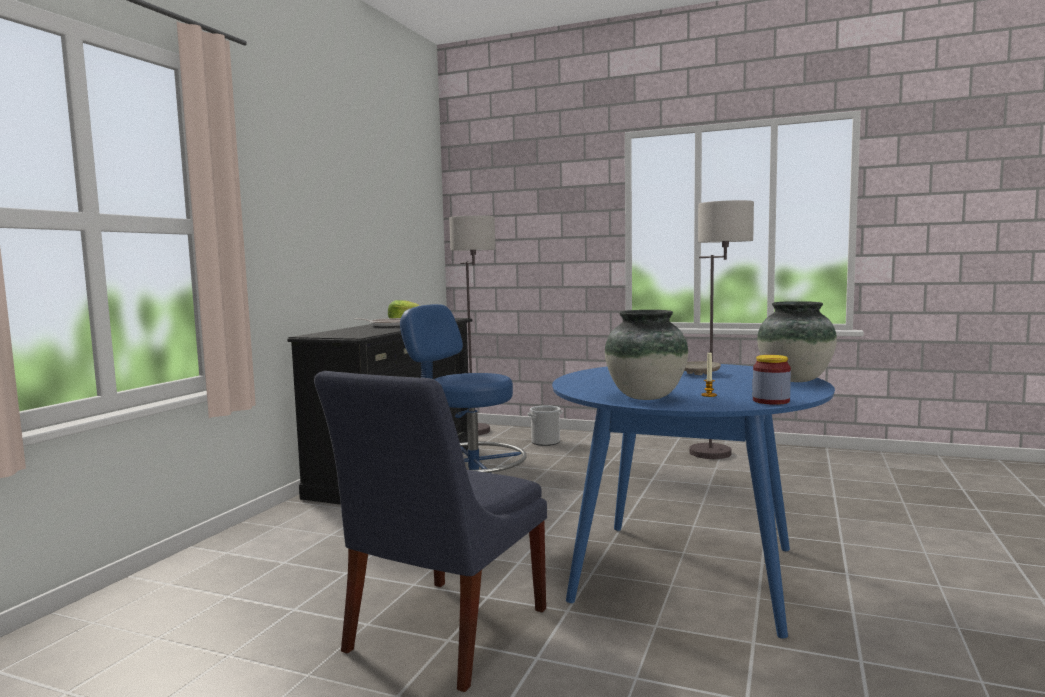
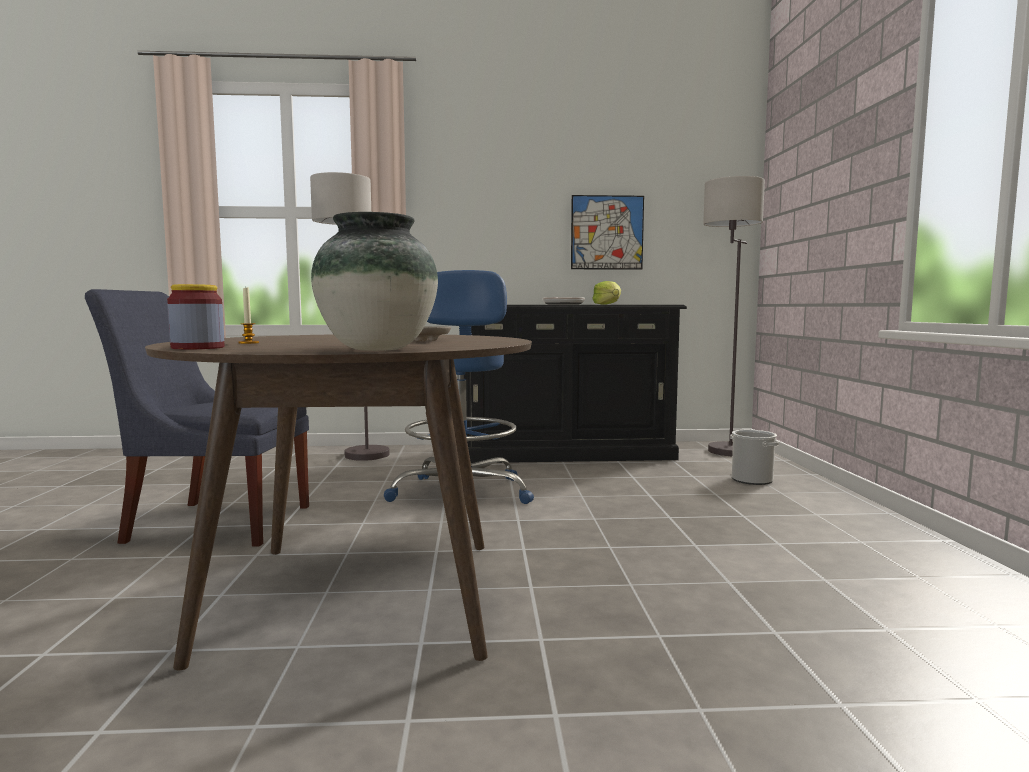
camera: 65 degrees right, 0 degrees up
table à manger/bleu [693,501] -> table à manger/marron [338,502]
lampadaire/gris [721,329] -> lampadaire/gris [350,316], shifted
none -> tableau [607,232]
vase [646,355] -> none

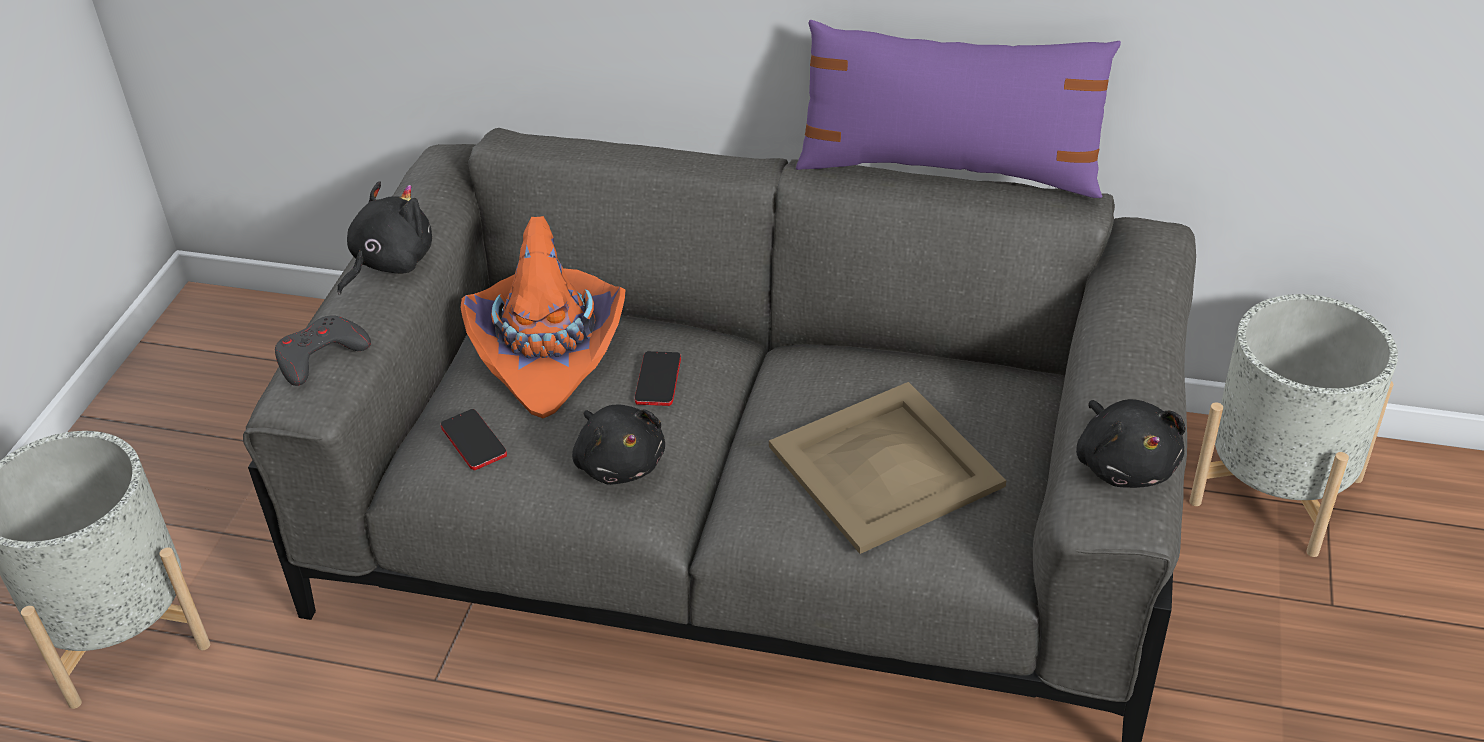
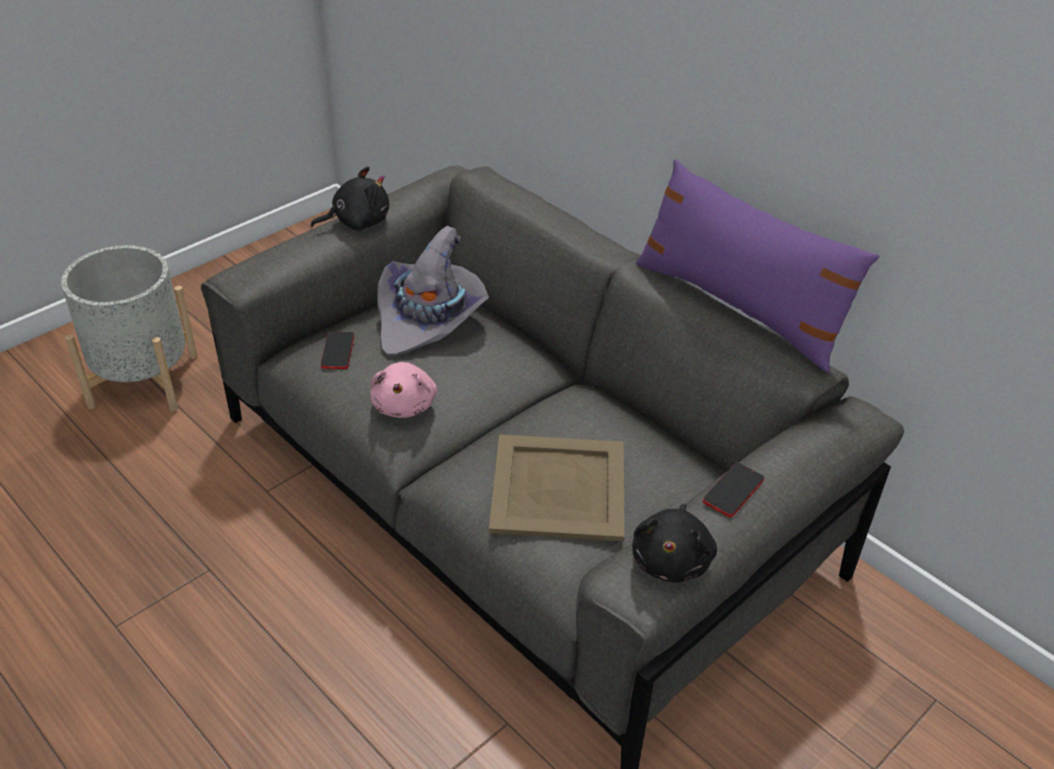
camera: 30 degrees right, 0 degrees up
peluche/noir [618,445] -> peluche/rose [403,390]
chapeau/orange [543,317] -> chapeau/gris [433,291]
téléphone [658,378] -> téléphone [733,490], shifted
manette/gris [323,351] -> none
cache-pot/gris [1293,425] -> none

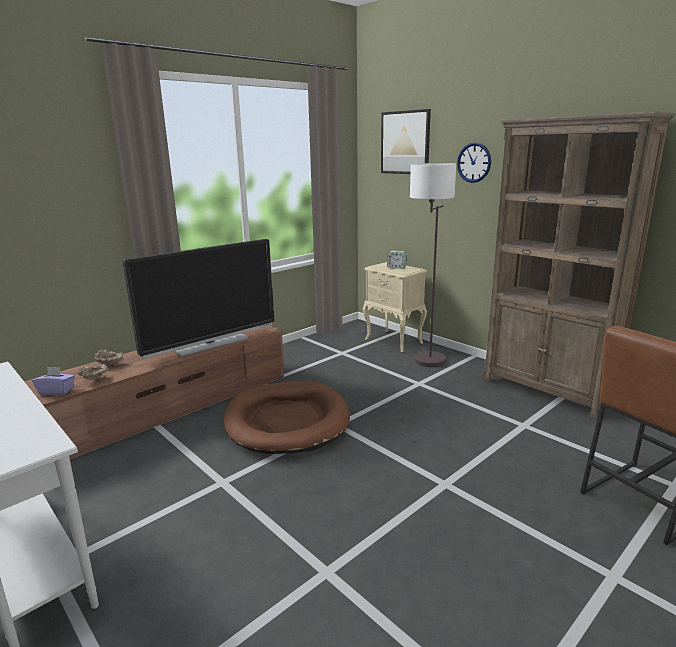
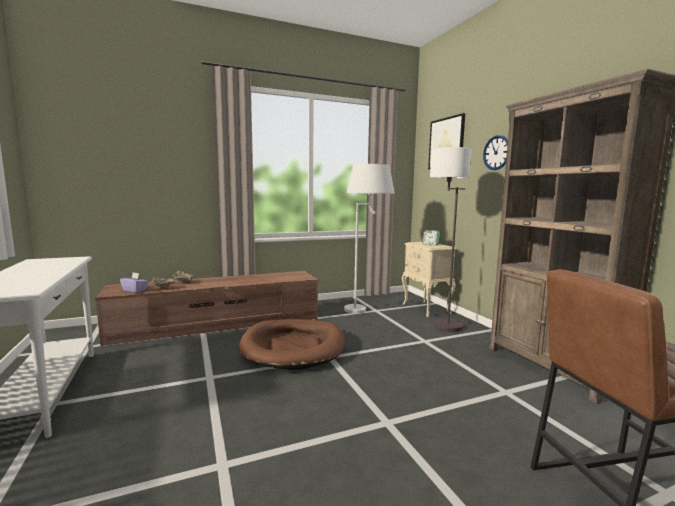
camera: 20 degrees right, 10 degrees down
none -> lampadaire/blanc [369,239]
téléviseur [198,299] -> none

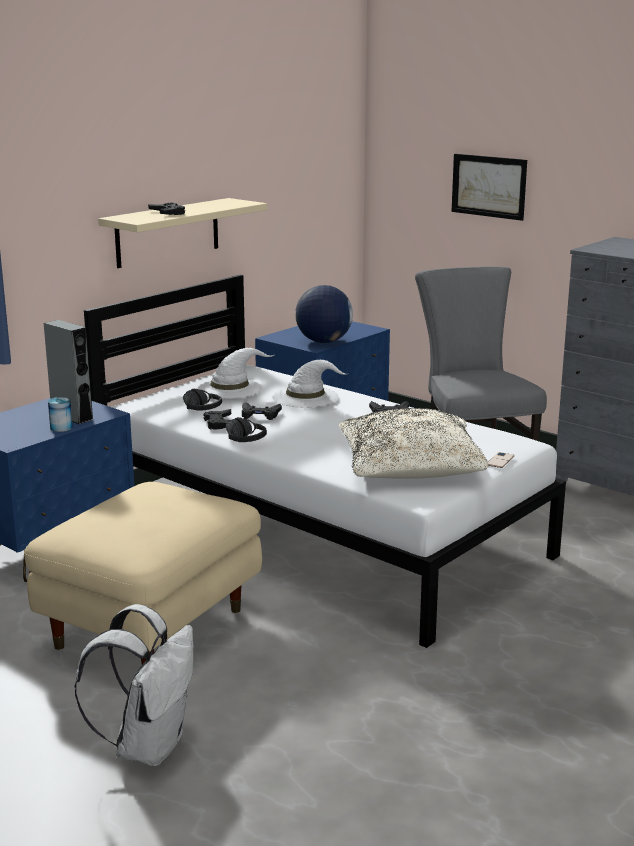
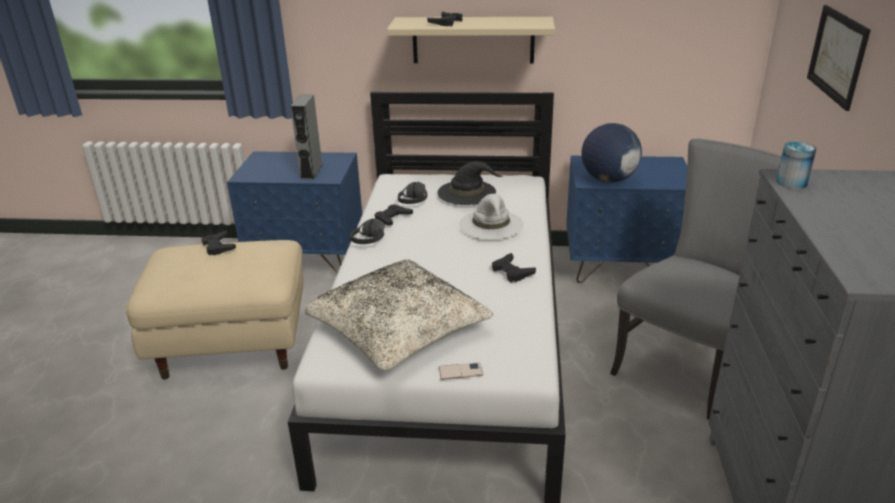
camera: 55 degrees right, 10 degrees up
manette/noir [262,411] -> manette/noir [219,243], shifted
chapeau/blanc [235,373] -> chapeau/noir [470,183]
boîte métallique [60,414] -> boîte métallique [796,165], shifted
sac à dos/blanc [134,685] -> none

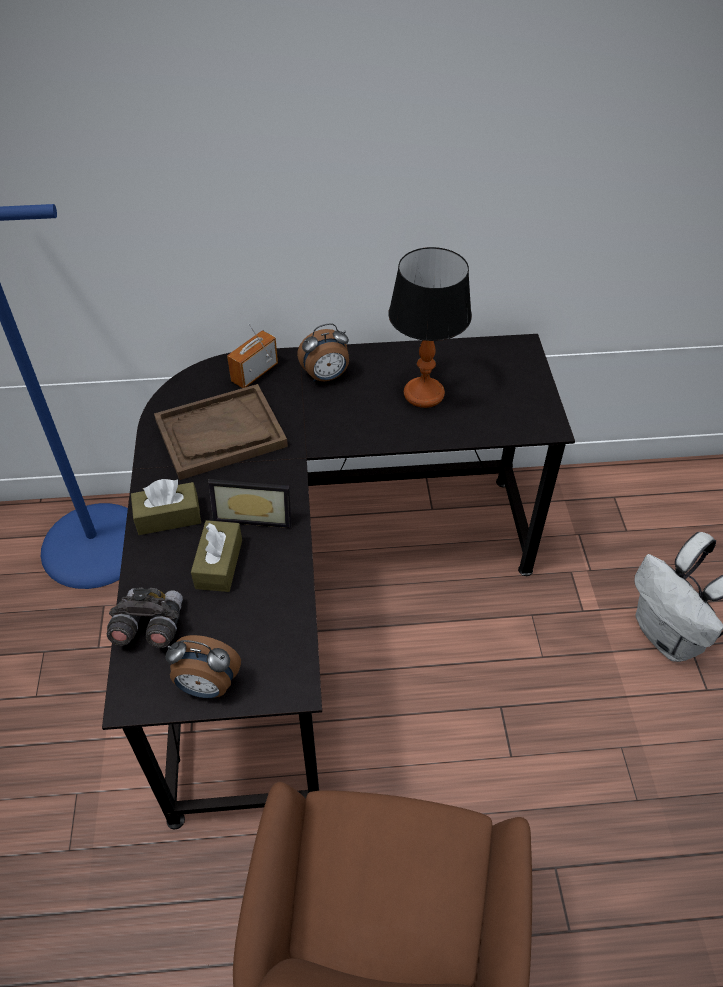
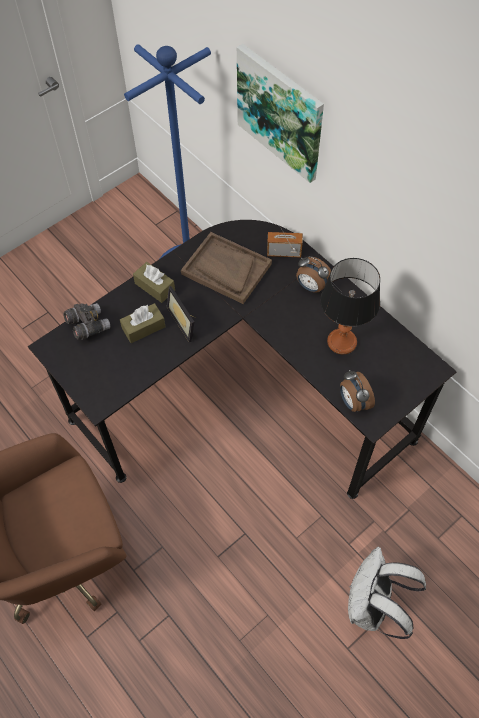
camera: 55 degrees right, 10 degrees up
none -> tableau [280,113]
réveil [203,666] -> réveil [357,391], shifted

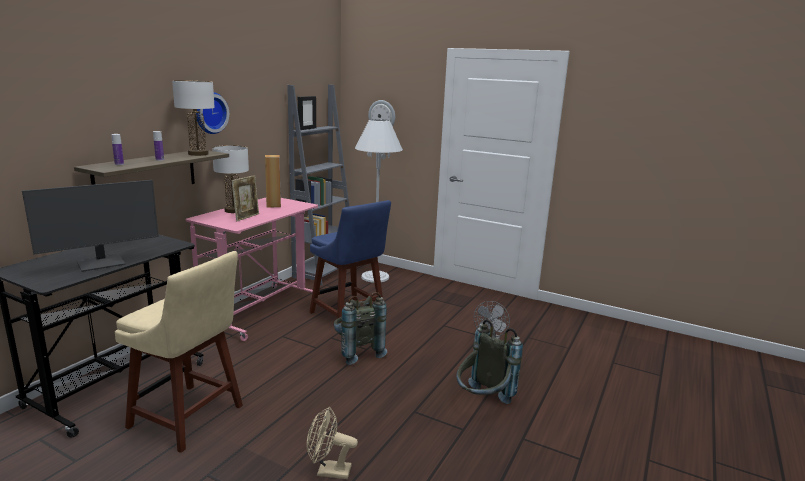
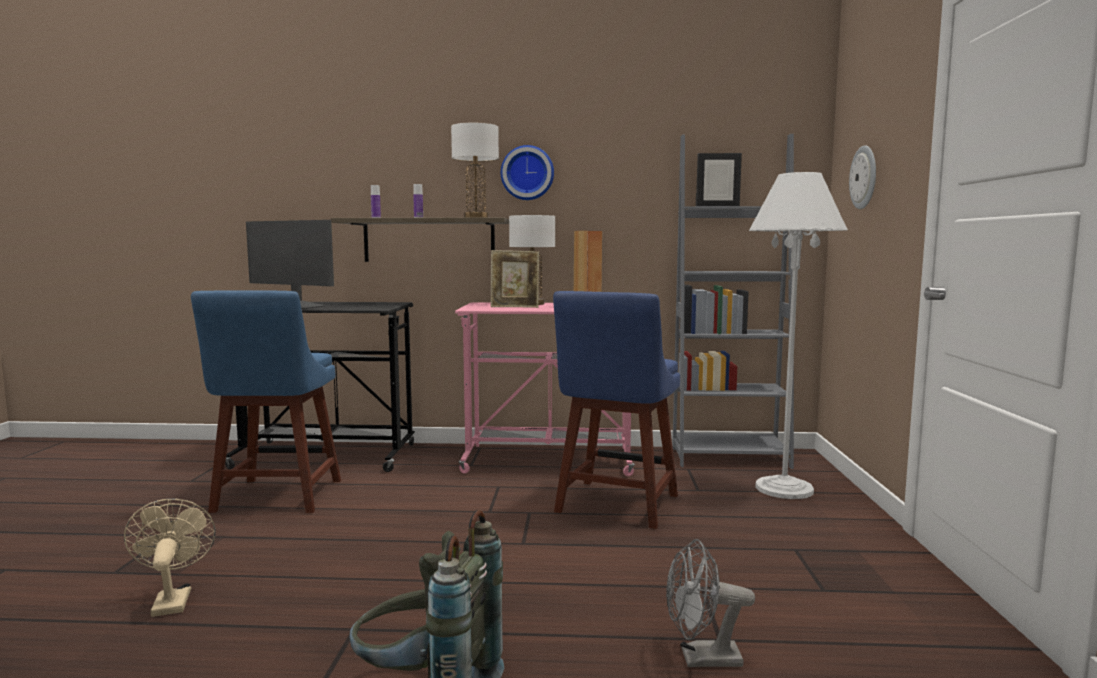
camera: 65 degrees right, 10 degrees down
chaise/beige [179,352] -> chaise/bleu [266,402]
sac à dos/gris [360,328] -> none

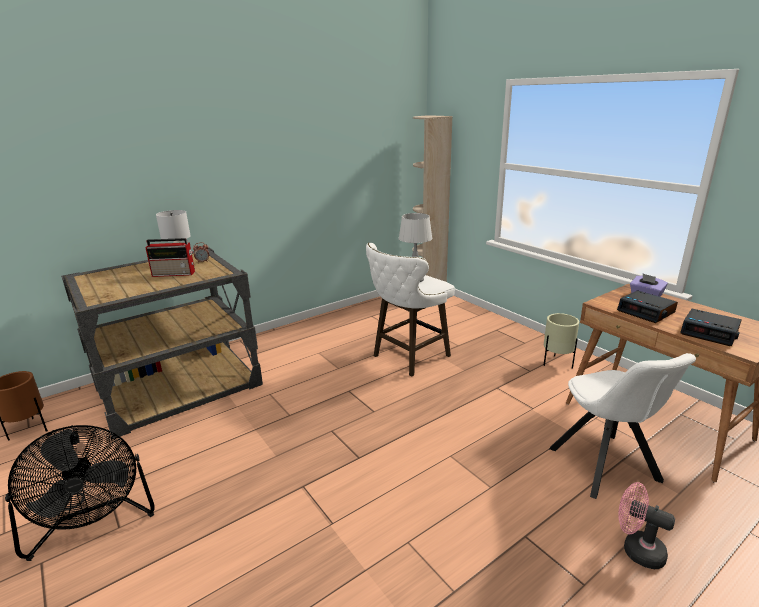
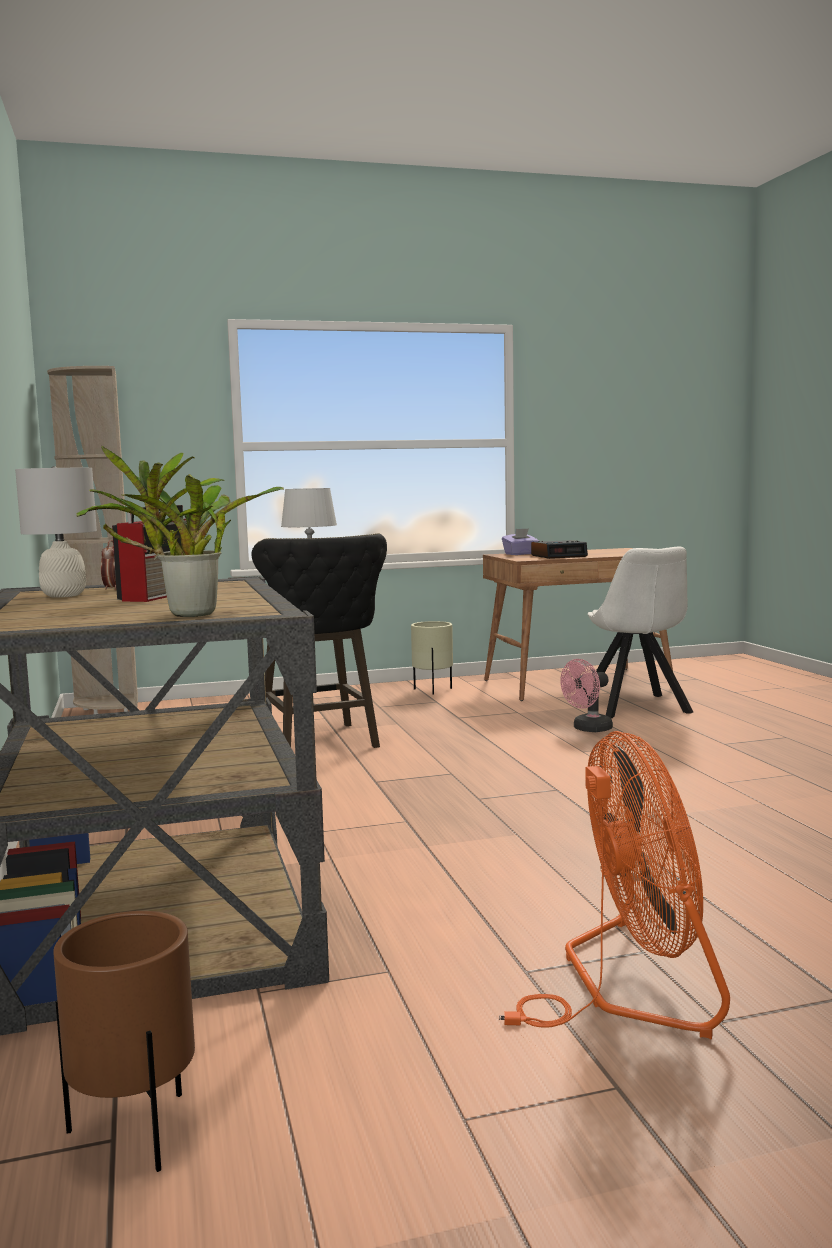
camera: 70 degrees left, 15 degrees down
none -> plante en pot [180,531]
tabouret/blanc [410,310] -> tabouret/noir [319,640]
ventilateur/noir [80,493] -> ventilateur/orange [614,885]
ventilateur/rose [646,525] -> ventilateur/rose [586,695], shifted
chaise/blanc [622,426] -> chaise/blanc [639,632], 75 degrees clockwise
réveil [711,327] -> none

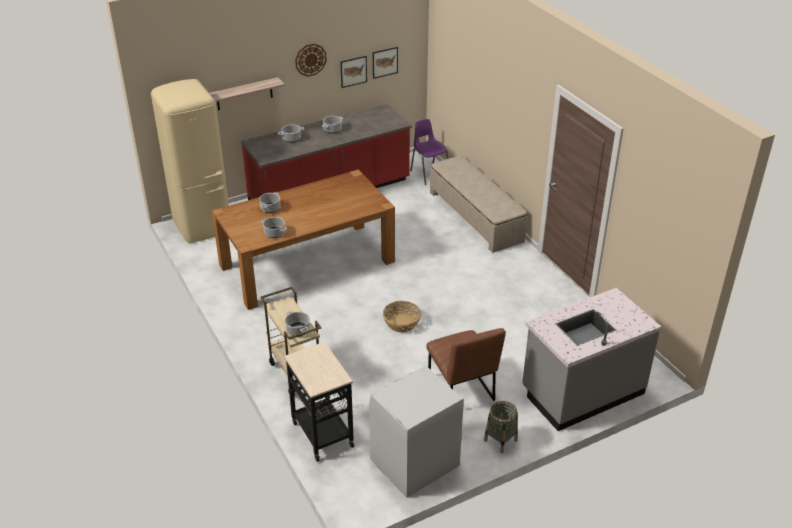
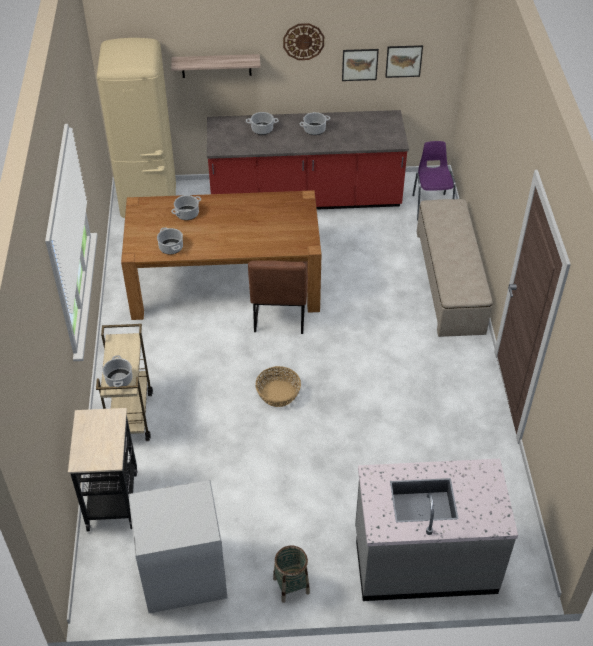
camera: 25 degrees right, 10 degrees up
chaise/marron [466,364] -> chaise/marron [278,297], shifted

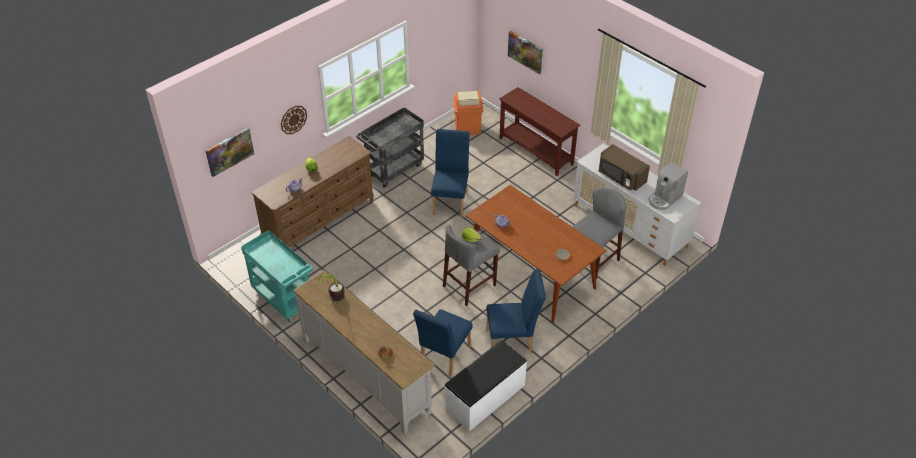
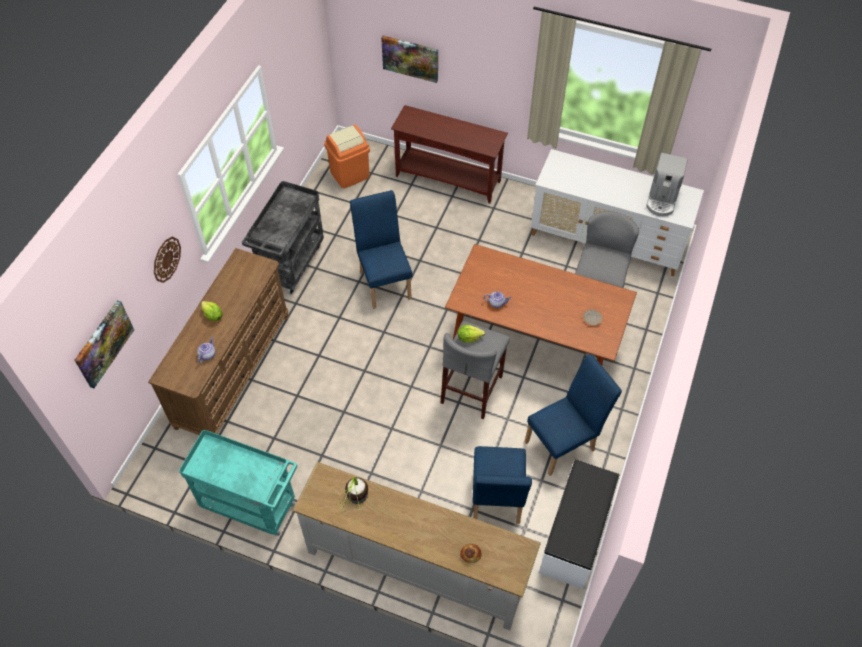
camera: 25 degrees left, 10 degrees up
micro-ondes/marron [624,167] -> none

